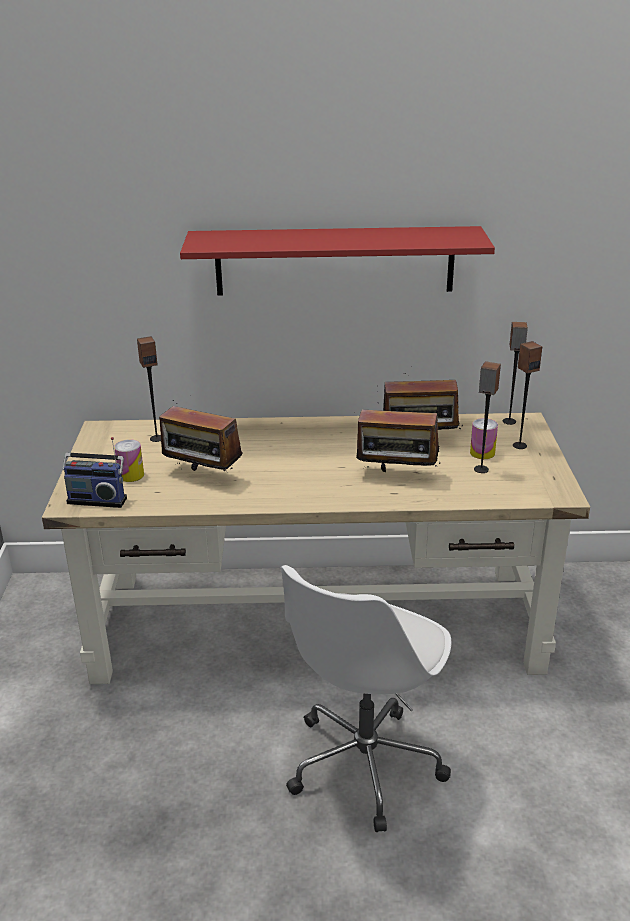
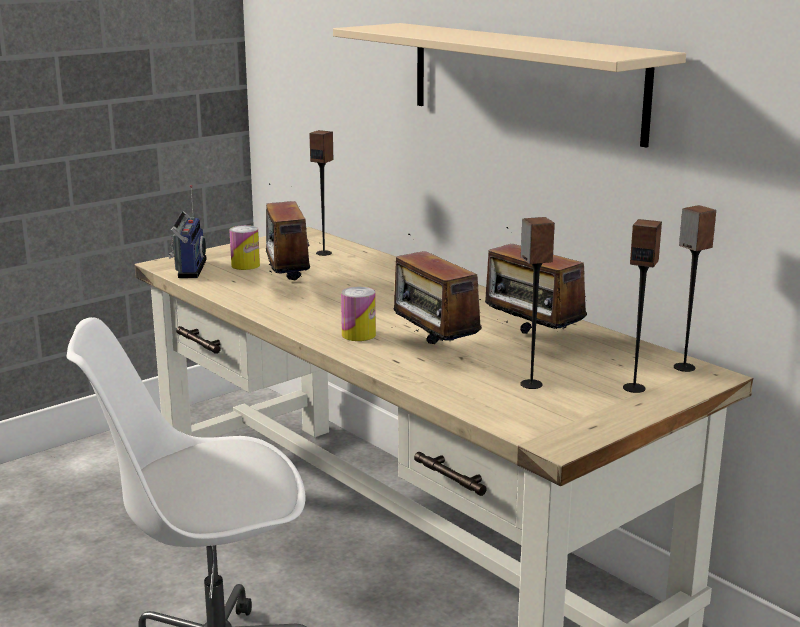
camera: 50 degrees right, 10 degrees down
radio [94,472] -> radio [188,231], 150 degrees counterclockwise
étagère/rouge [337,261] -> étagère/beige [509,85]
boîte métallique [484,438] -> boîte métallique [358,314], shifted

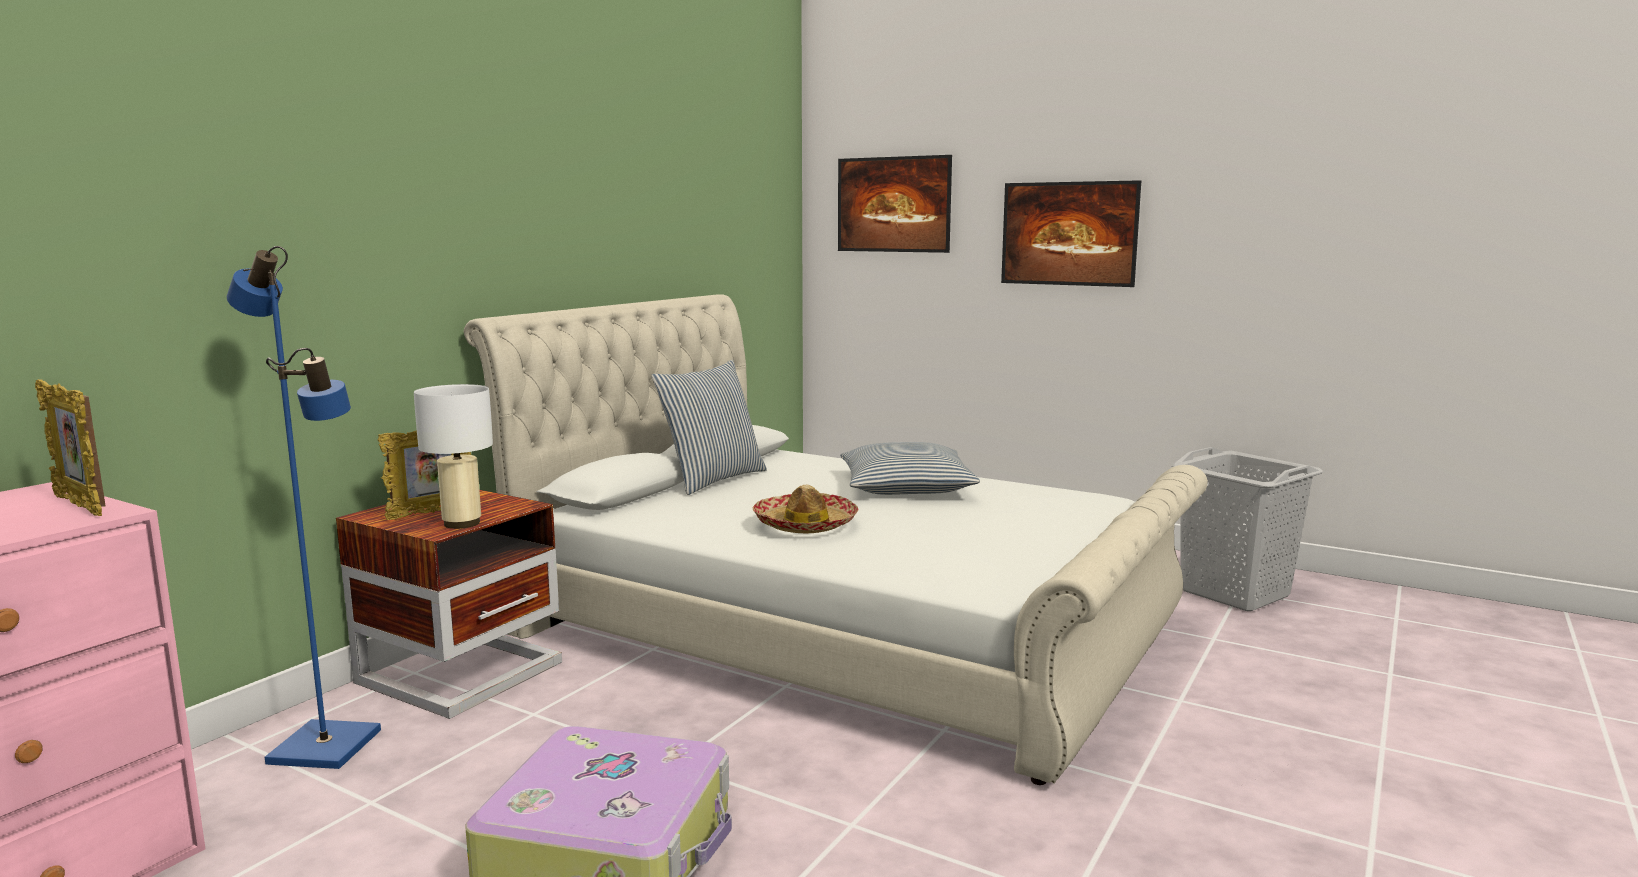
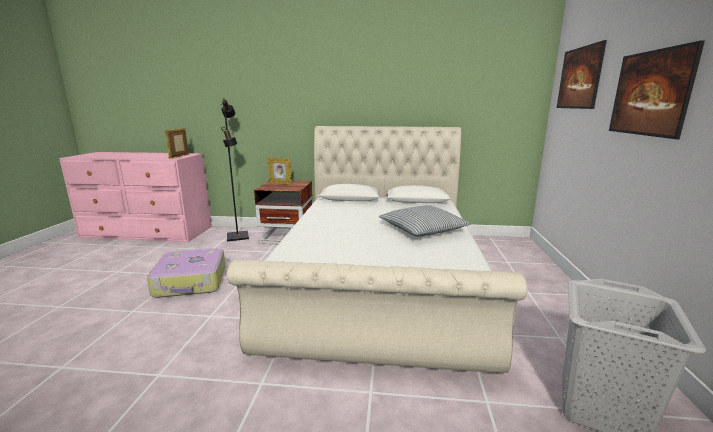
camera: 65 degrees right, 5 degrees up
lampadaire/bleu [304,507] -> lampadaire/noir [235,170]
lampe de table/blanc [453,456] -> none
coussin [709,427] -> none
chapeau [805,509] -> none

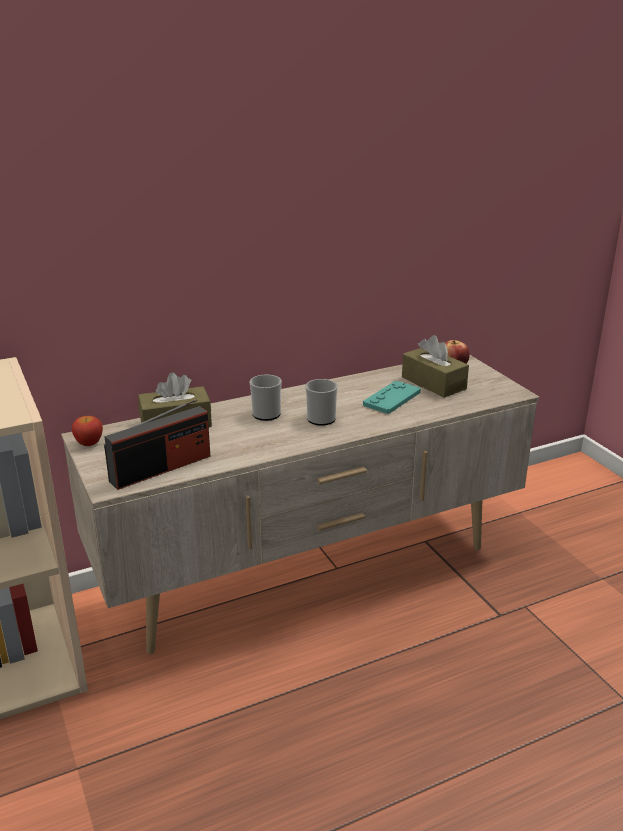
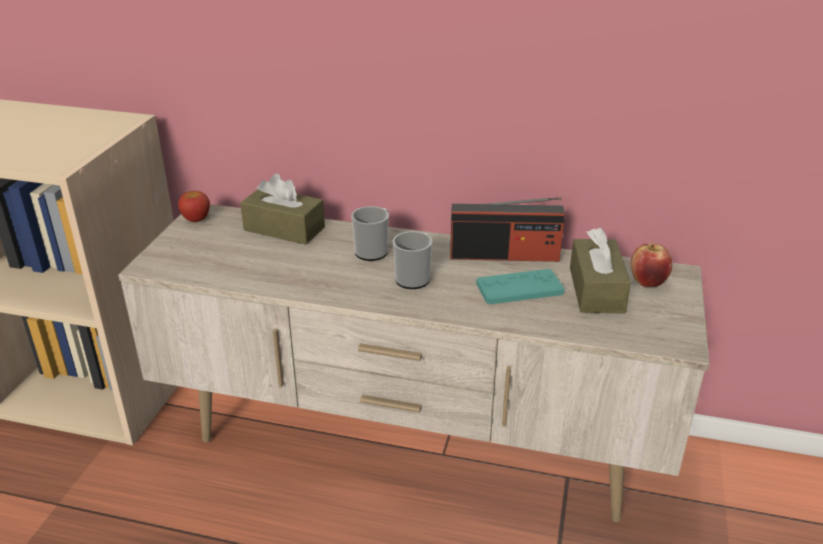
camera: 40 degrees right, 5 degrees up
radio [157,444] -> radio [507,229], shifted

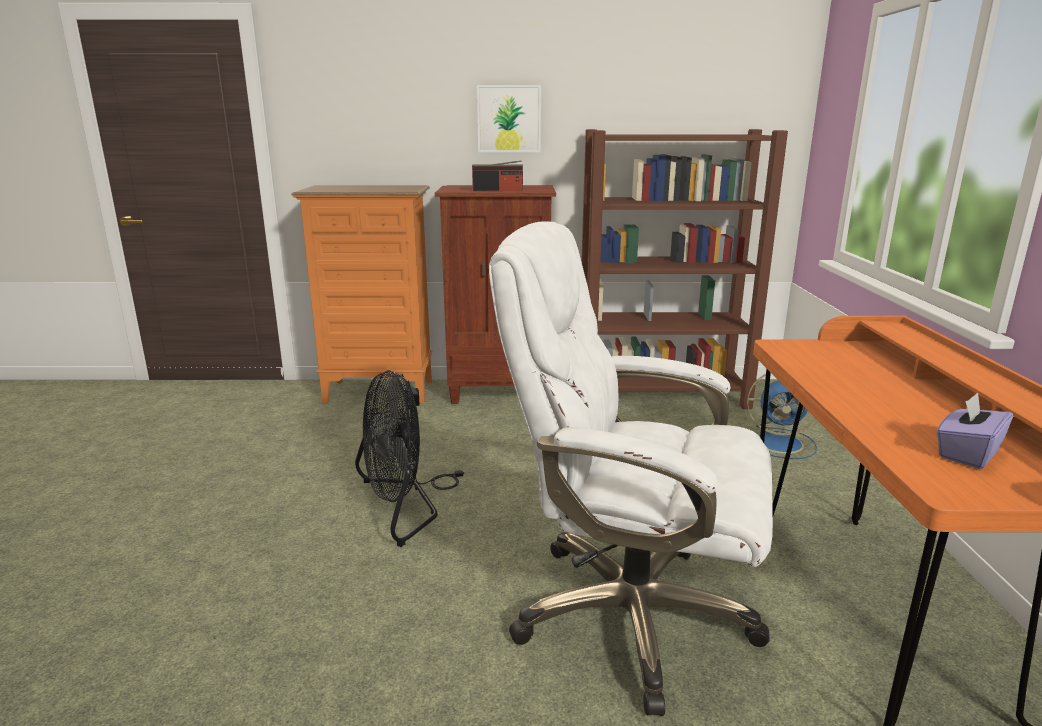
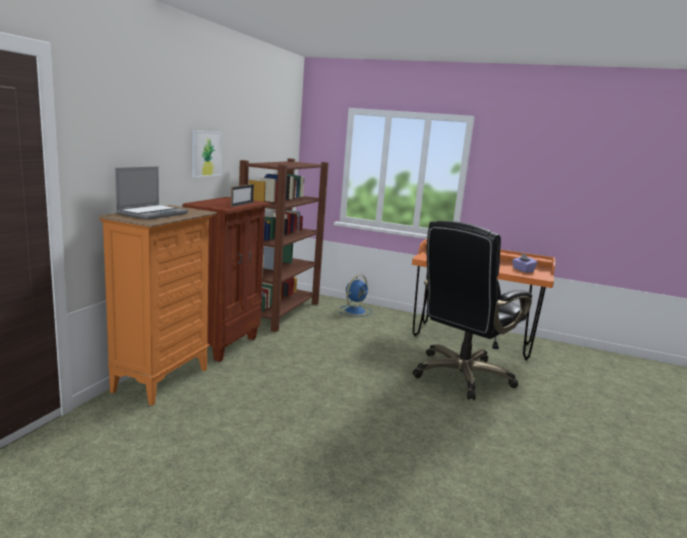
camera: 70 degrees left, 5 degrees down
none -> ordinateur portable [151,193]
radio [497,175] -> cadre photo [242,195]
chaise de bureau/blanc [631,468] -> chaise de bureau/noir [472,310]
ventilateur/noir [410,458] -> none

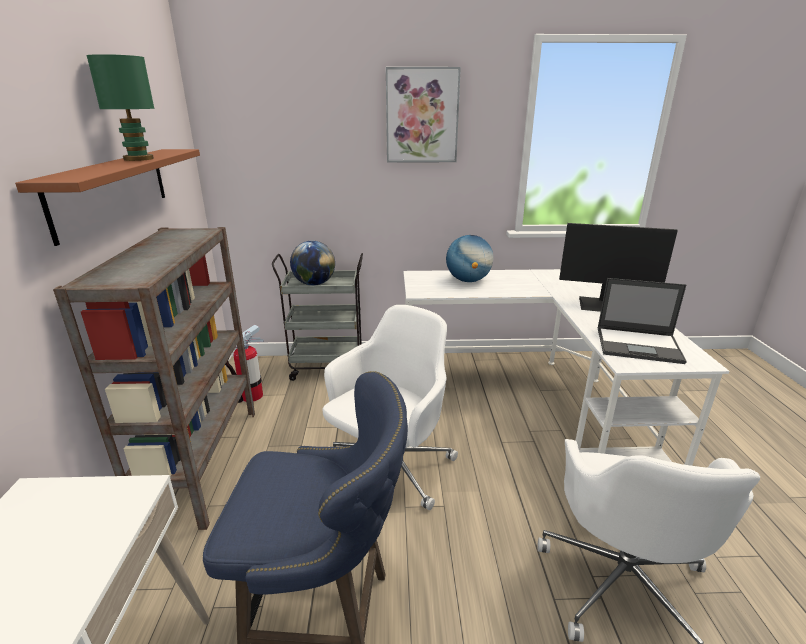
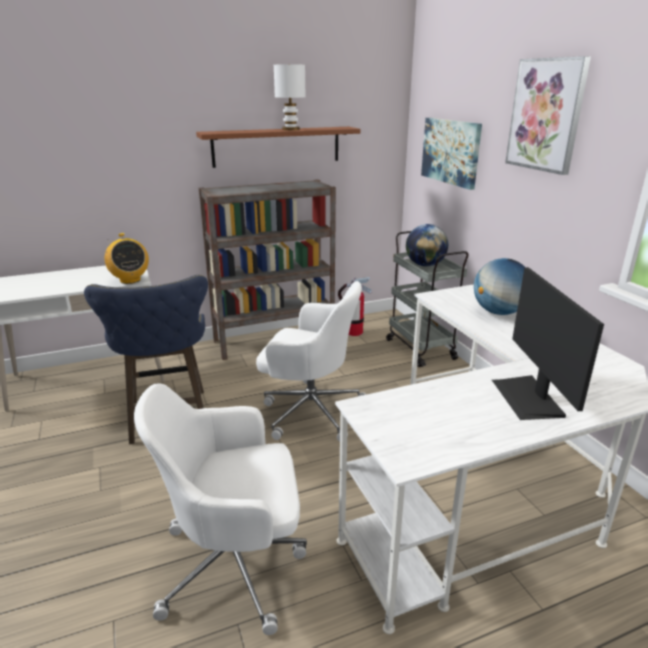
camera: 70 degrees right, 0 degrees up
none -> radio [127,258]
lampe de table/vert [120,107] -> lampe de table/blanc [290,97]
none -> tableau [451,154]
ordinateur portable [642,321] -> none

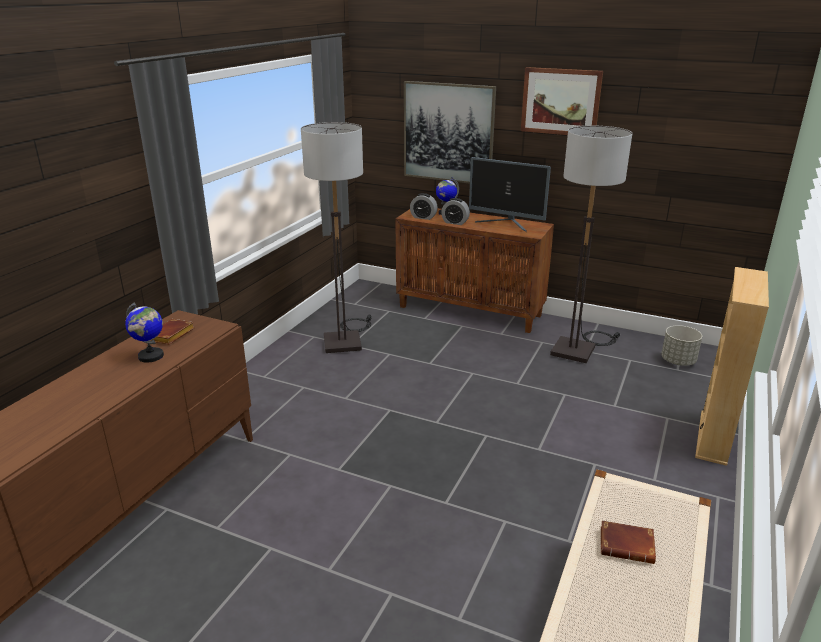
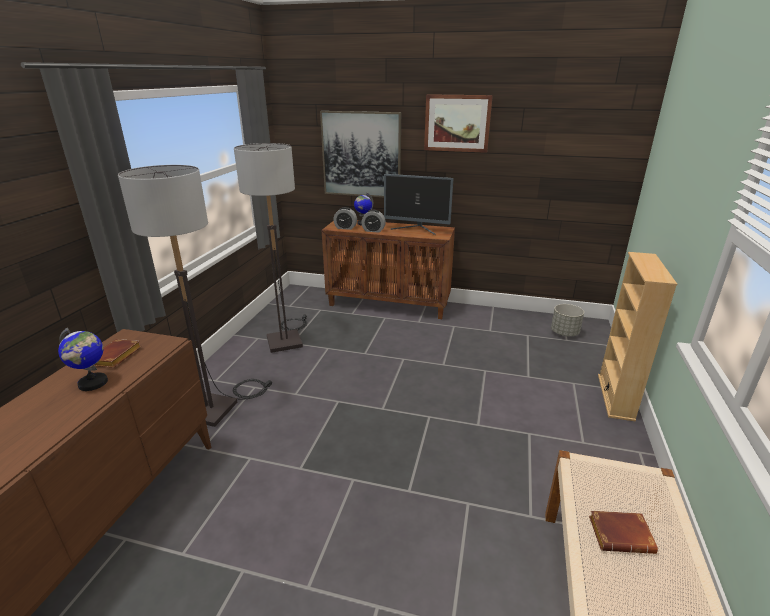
camera: 10 degrees left, 0 degrees up
lampadaire [591,244] -> lampadaire [195,296], shifted

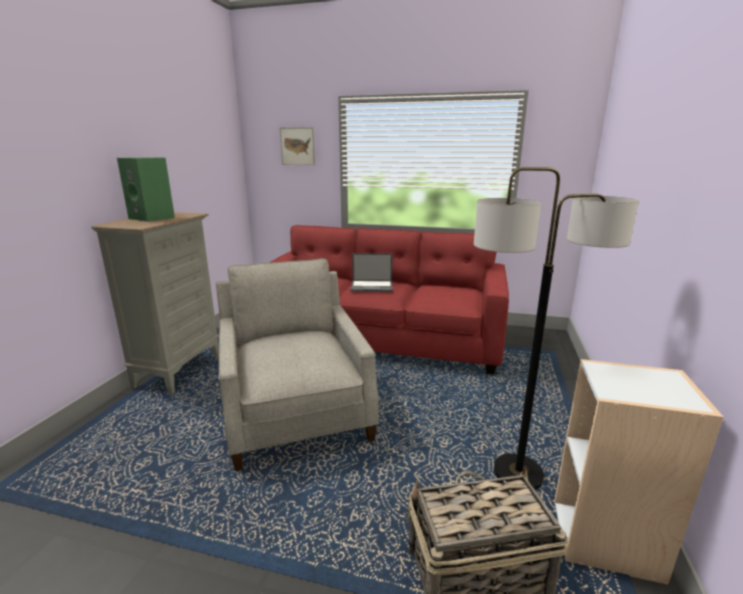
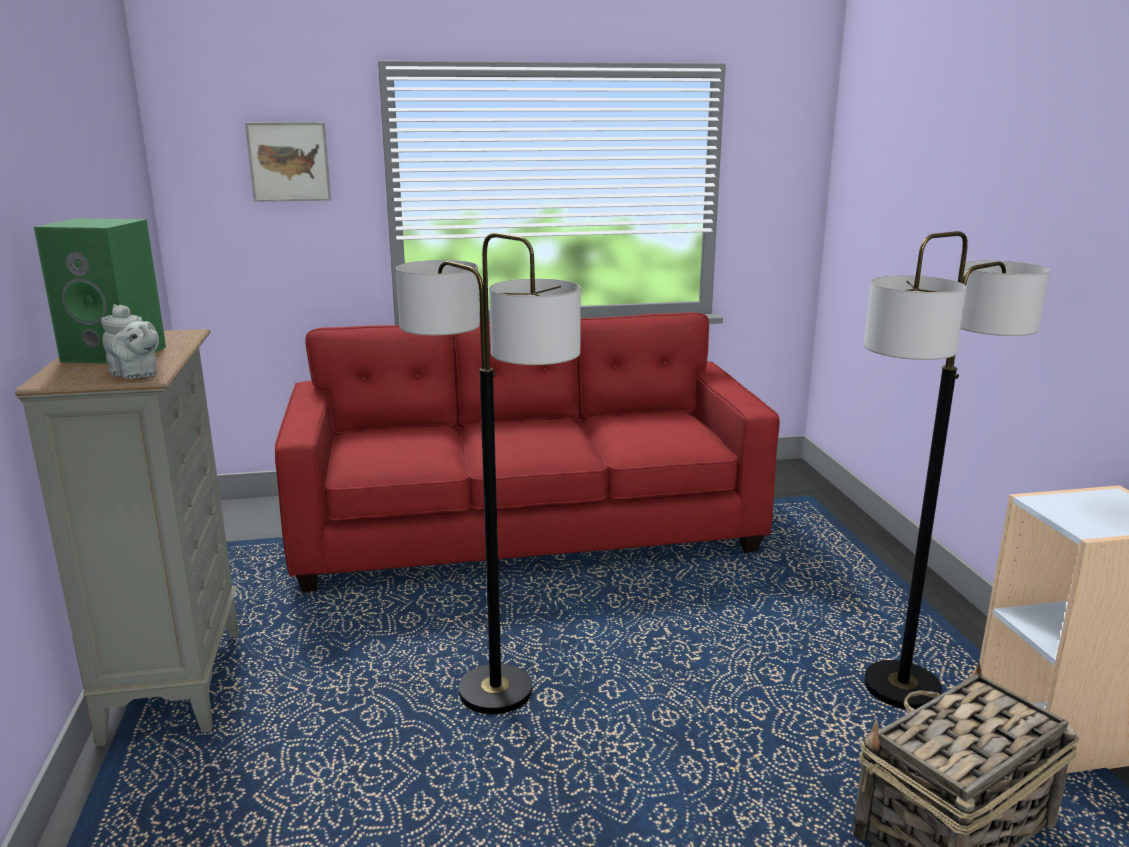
camera: 25 degrees left, 0 degrees up
none -> théière/gris [130,341]
fauteuil/gris [297,364] -> lampadaire [488,473]
ordinateur portable [371,272] -> none

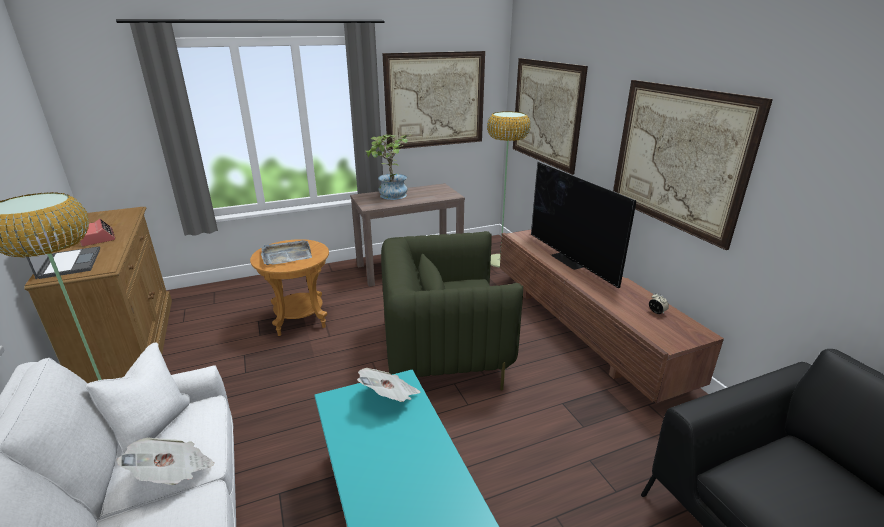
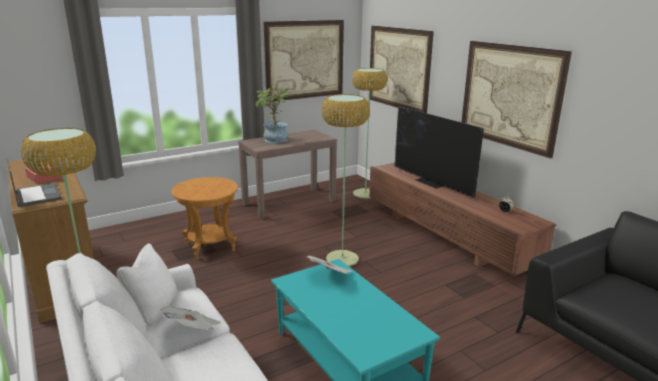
camera: 10 degrees left, 5 degrees down
fauteuil/vert [452,310] -> lampadaire [345,180]
plateau/gris [286,252] -> none

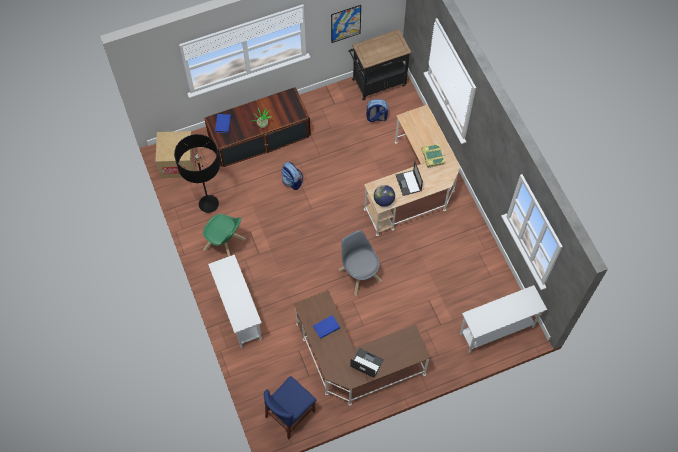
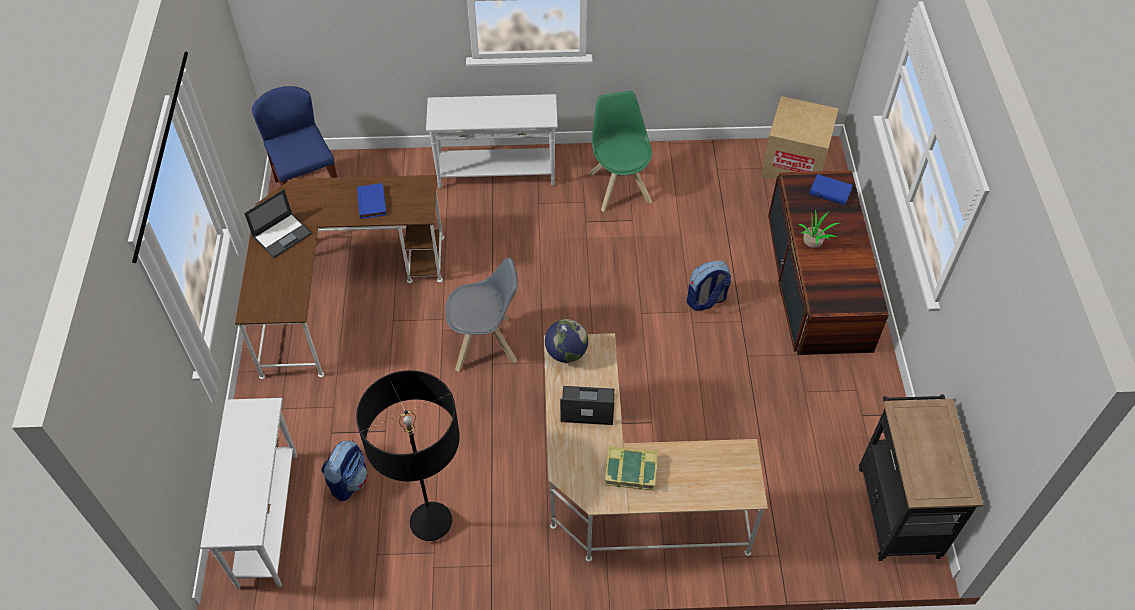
camera: 110 degrees right, 10 degrees down
sac à dos [377,110] -> sac à dos [345,470], shifted
lampadaire/noir [197,173] -> lampadaire/noir [408,455], shifted
chaise/vert [224,235] -> chaise/vert [620,151], 120 degrees clockwise
tableau [346,24] -> none

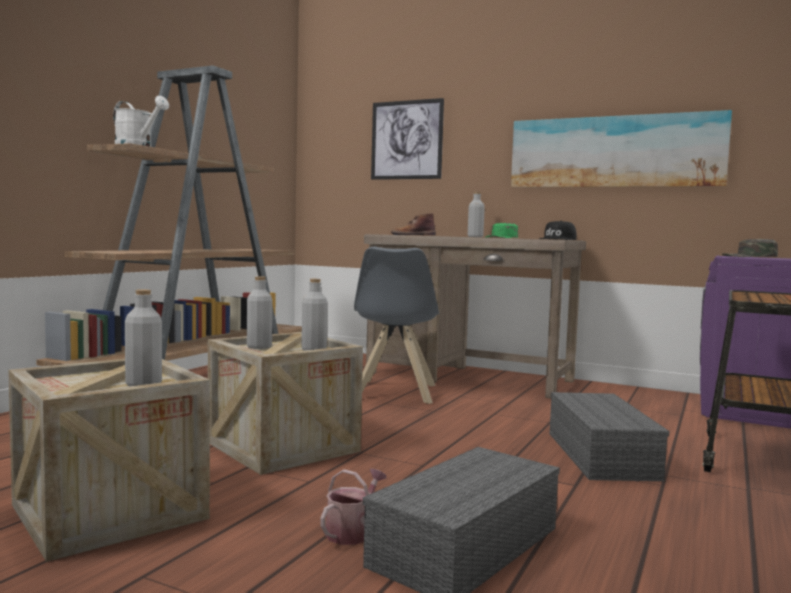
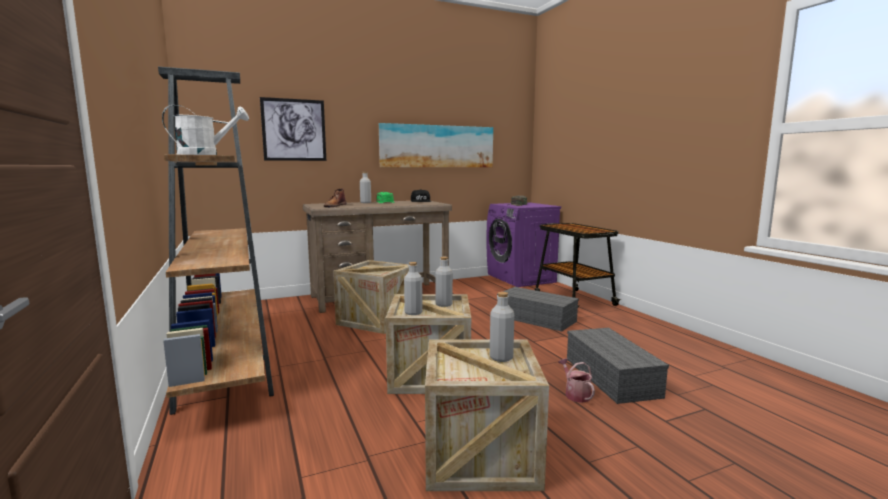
camera: 50 degrees left, 5 degrees up
chaise/gris [396,325] -> caisse [371,297]

